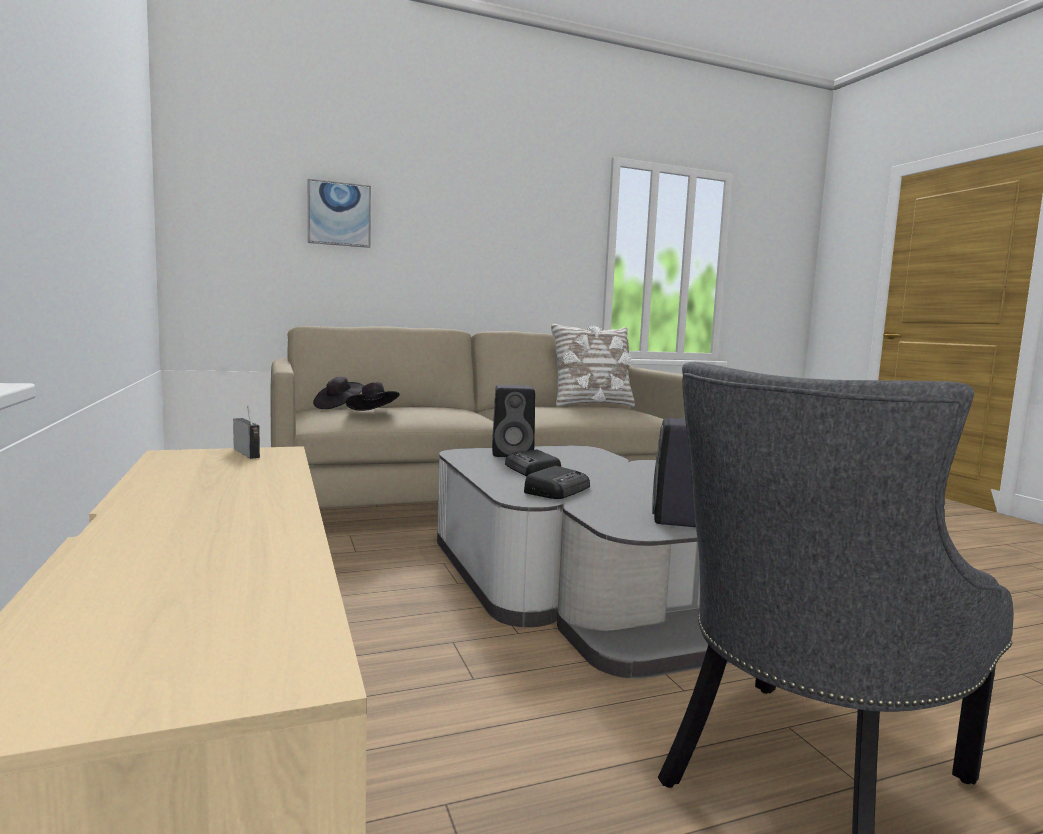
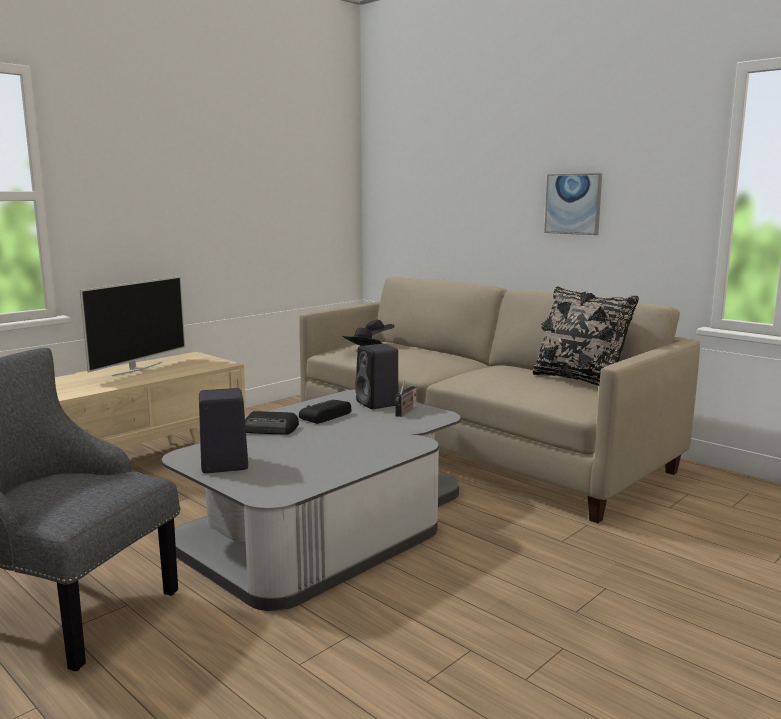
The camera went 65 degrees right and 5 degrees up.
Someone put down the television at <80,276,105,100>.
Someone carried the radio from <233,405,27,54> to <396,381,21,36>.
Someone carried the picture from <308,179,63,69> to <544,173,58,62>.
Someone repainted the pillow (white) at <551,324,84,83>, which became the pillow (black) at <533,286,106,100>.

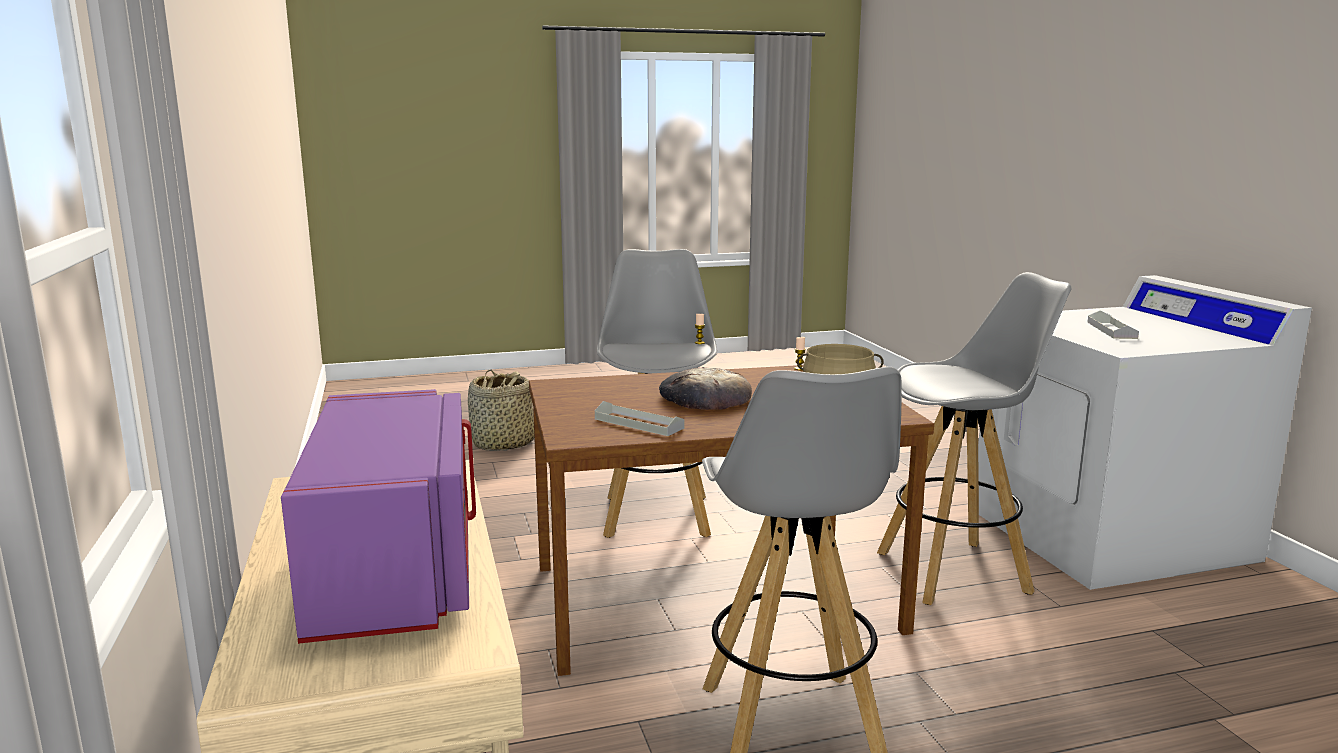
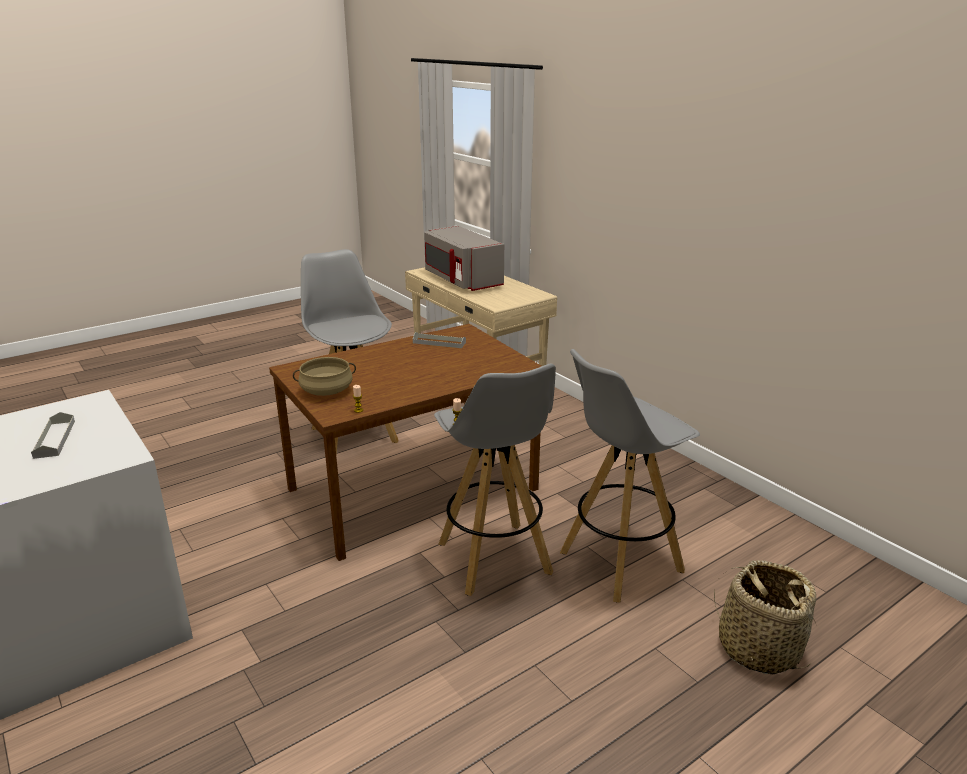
The camera went 160 degrees right and 10 degrees up.
Someone took away the bread at <659,367,93,43>.
Someone carried the stool (grey) from <877,272,195,333> to <560,349,140,254>.
Someone repainted the microwave (purple) at <281,389,195,255>, which became the microwave (grey) at <424,226,80,65>.

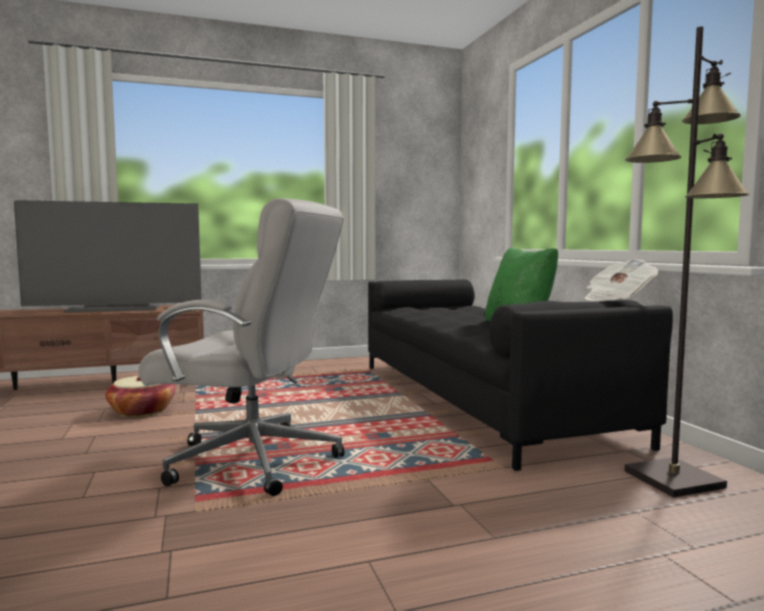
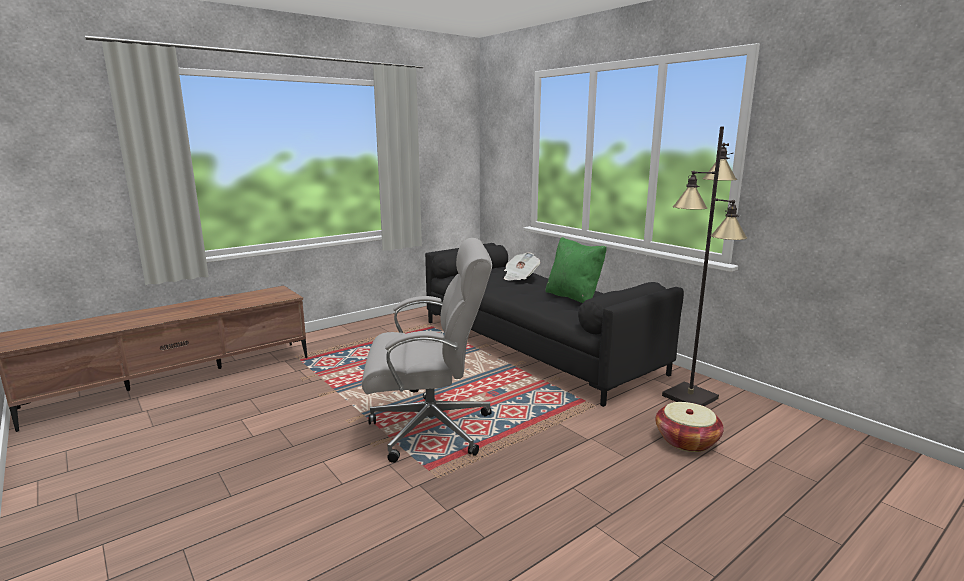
The camera went 20 degrees left and 10 degrees up.
Someone took away the television at <14,200,188,113>.
Someone carried the basket from <106,376,69,41> to <656,402,68,50>.
Someone carried the newspaper from <585,260,73,41> to <504,253,36,27>.

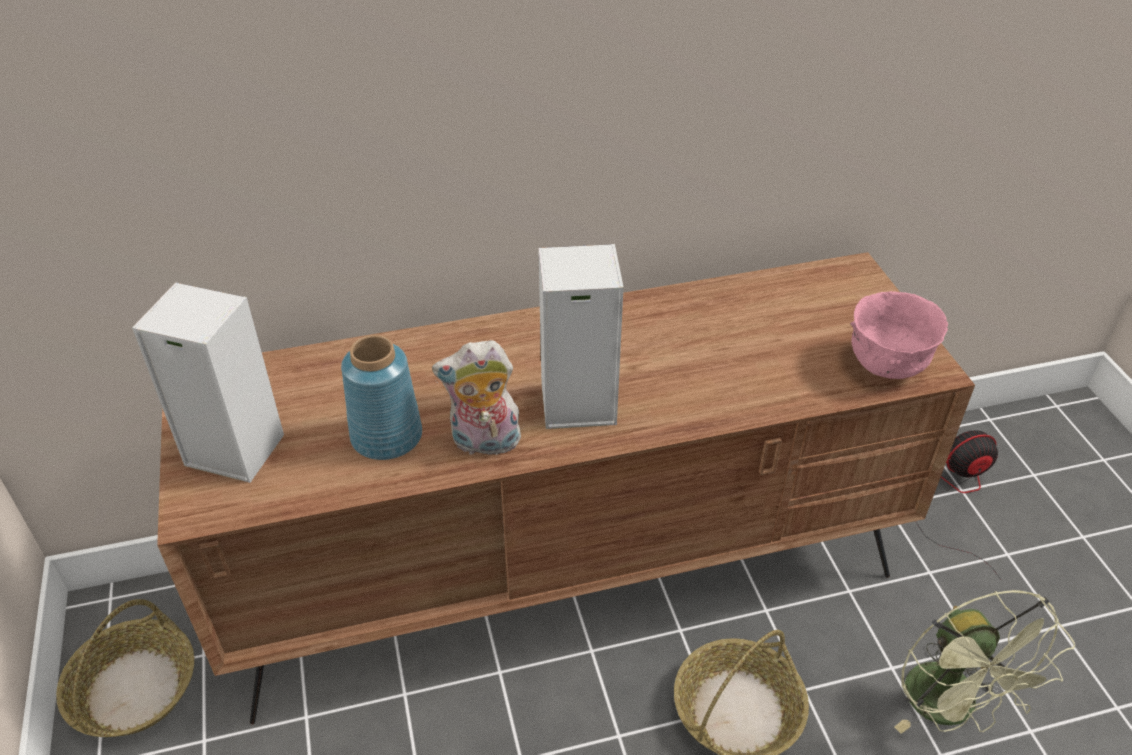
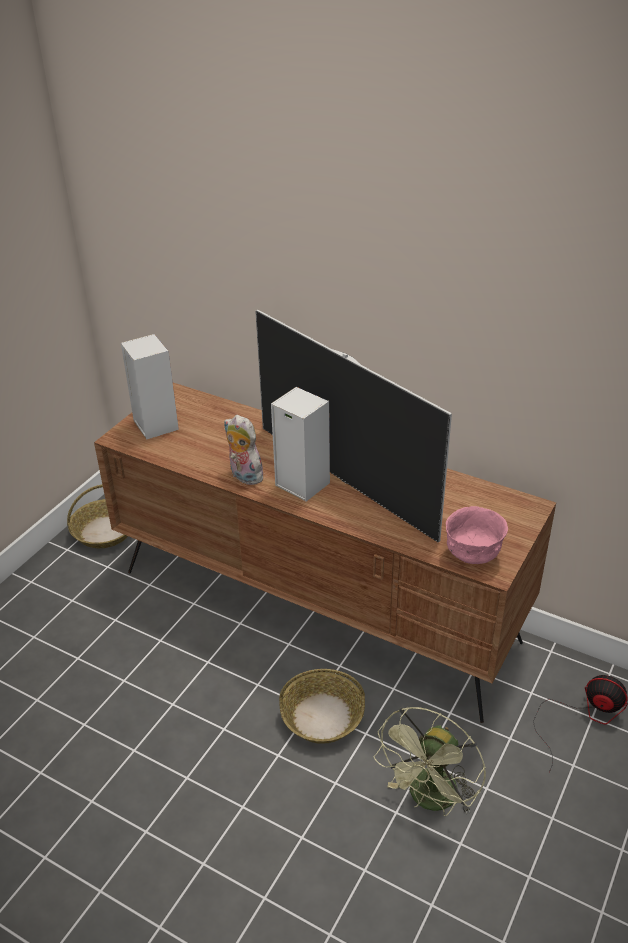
The camera went 45 degrees right and 5 degrees down.
Someone took away the vase (blue) at <341,335,81,125>.
Someone put down the television at <255,310,197,233>.

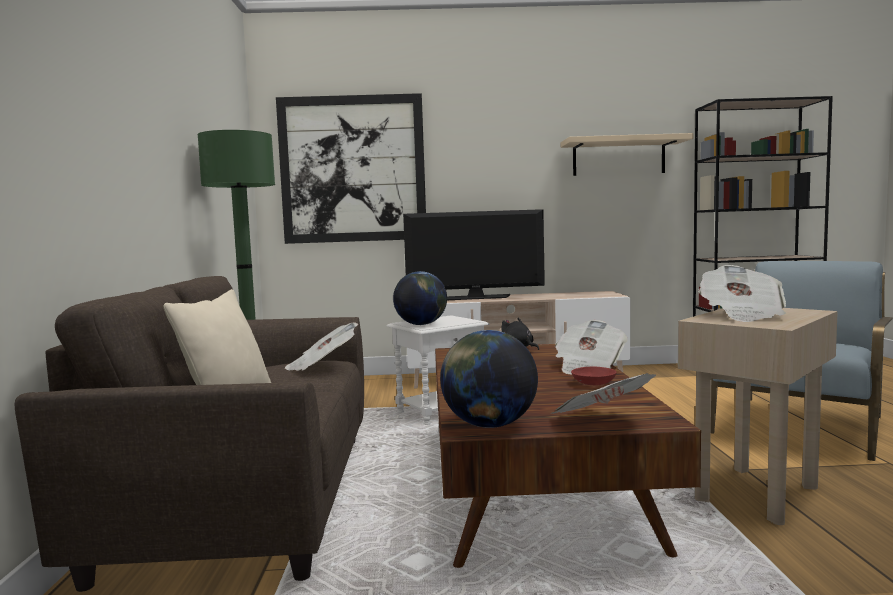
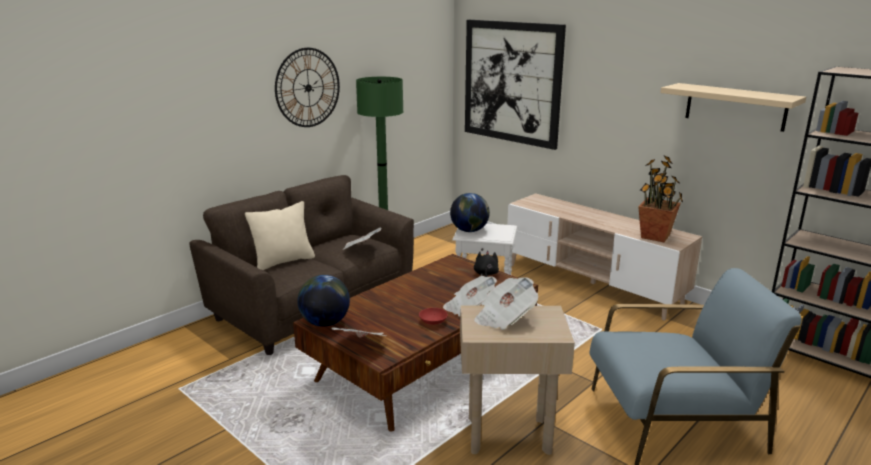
The camera went 45 degrees right and 15 degrees up.
Someone took away the television at <403,209,142,91>.
Someone put up the wall clock at <275,48,65,79>.
Someone put down the potted plant at <638,156,45,86>.

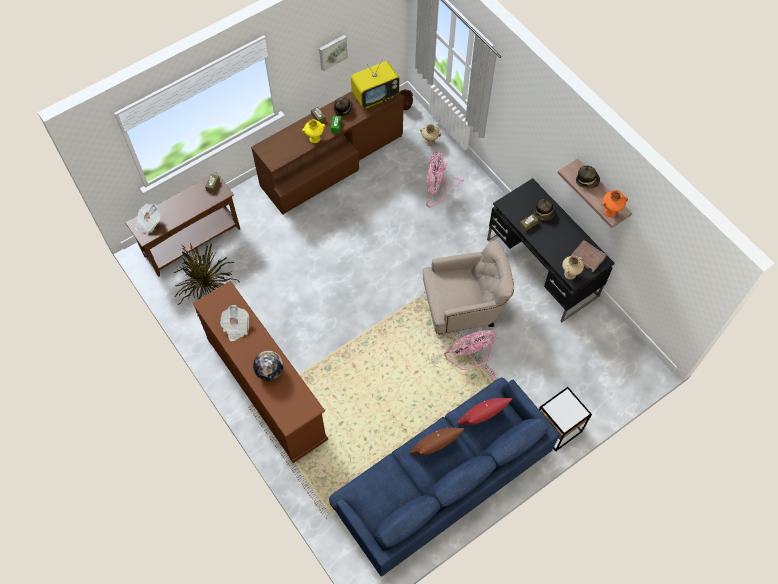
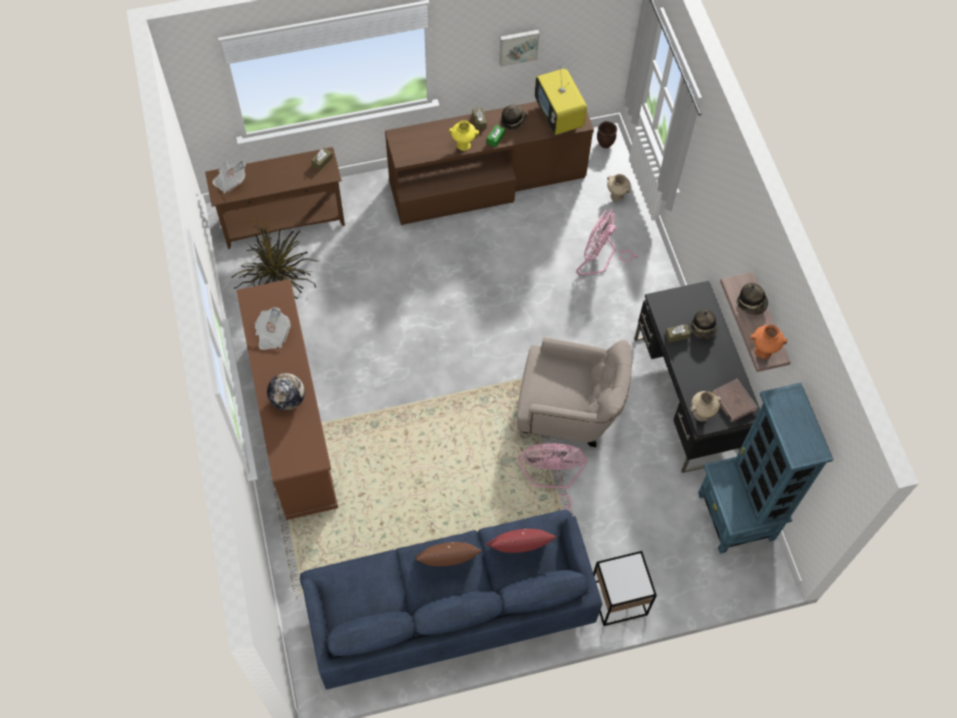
The camera went 20 degrees right and 0 degrees up.
Someone put down the cabinet (blue) at <698,383,136,171>.
Someone rotated the television at <351,59,49,49> by 75 degrees clockwise.

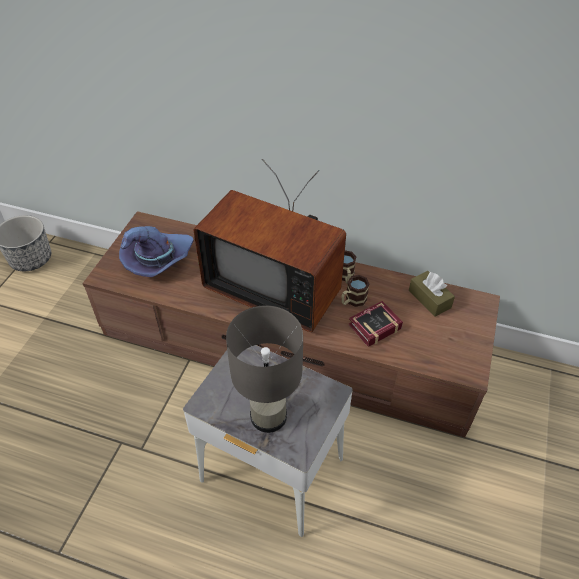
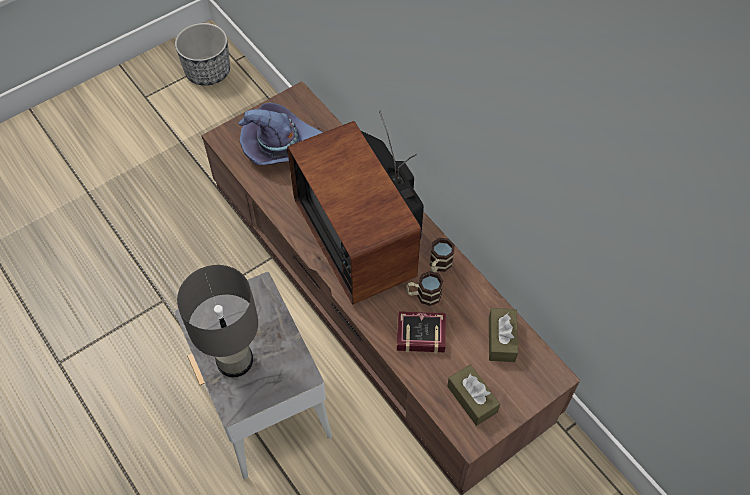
The camera went 35 degrees right and 10 degrees up.
Someone put down the tissue box (brown) at <447,365,53,61>.

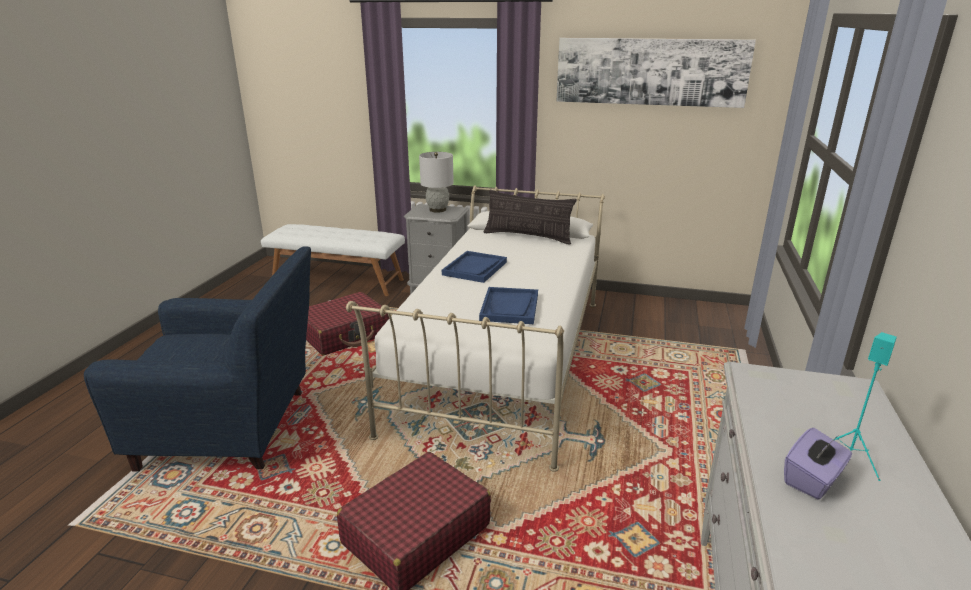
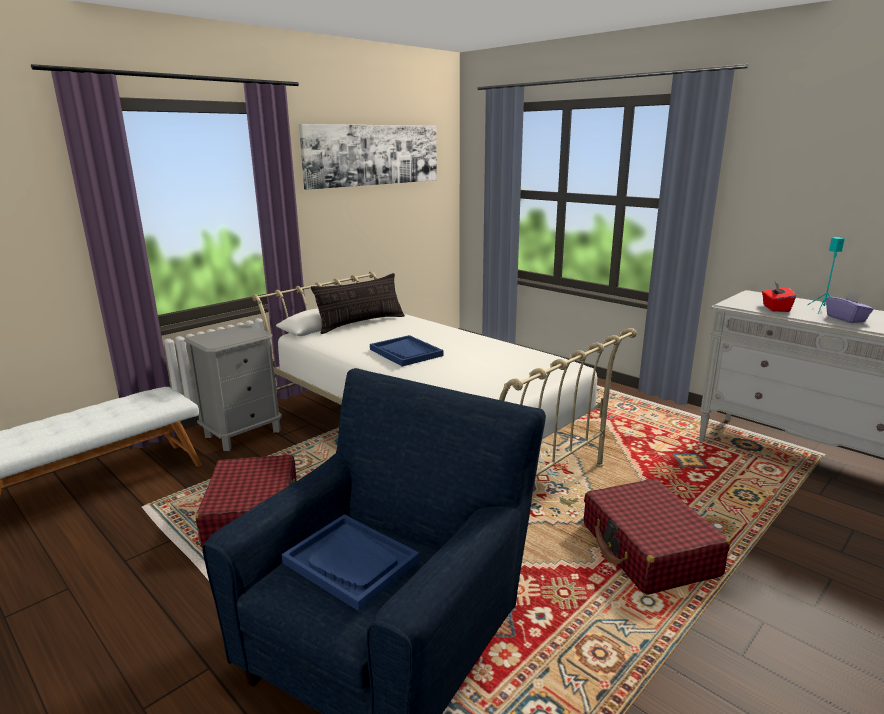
The camera went 60 degrees left and 5 degrees down.
Someone took away the table lamp (white) at <419,152,35,61>.
Someone put down the tissue box (red) at <762,282,34,30>.
Someone carried the tray (blue) from <479,287,59,37> to <281,515,139,96>.

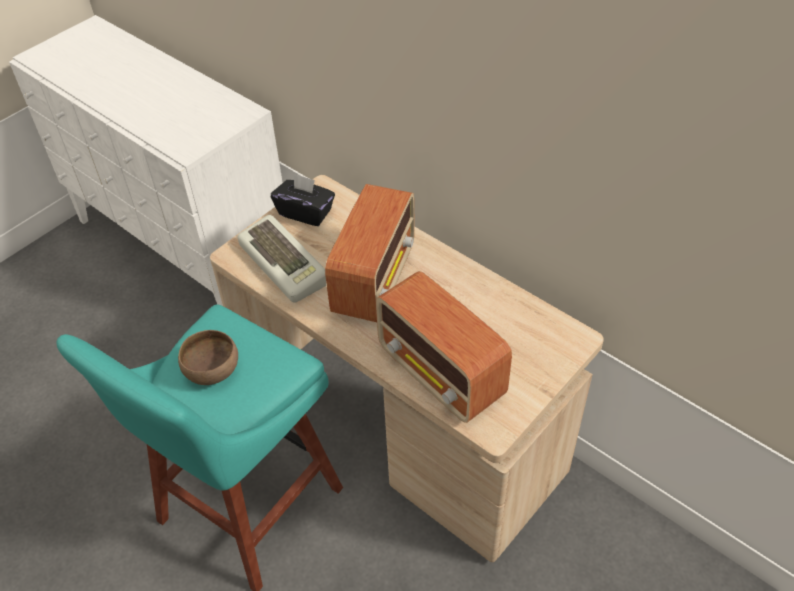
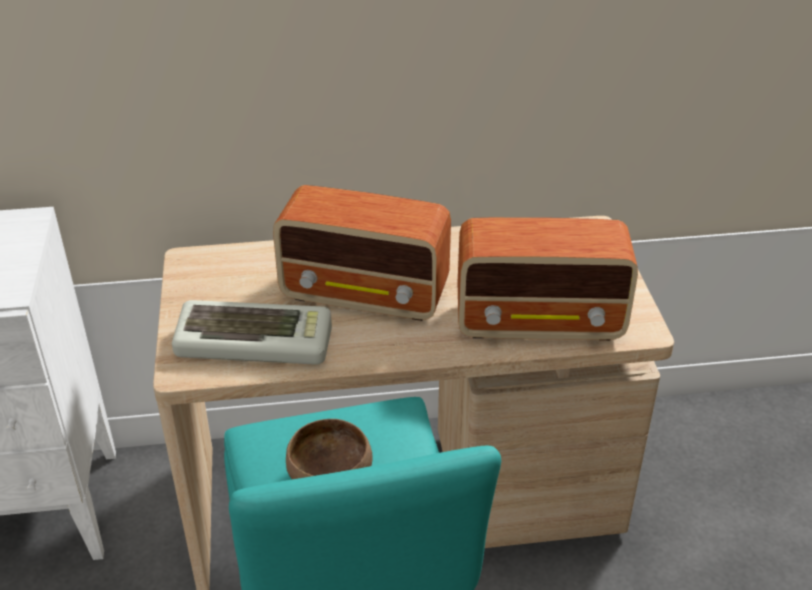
The camera went 50 degrees left and 10 degrees down.
Someone took away the tissue box (black) at <271,173,64,53>.
Someone rotated the radio at <325,184,90,138> by 135 degrees clockwise.

